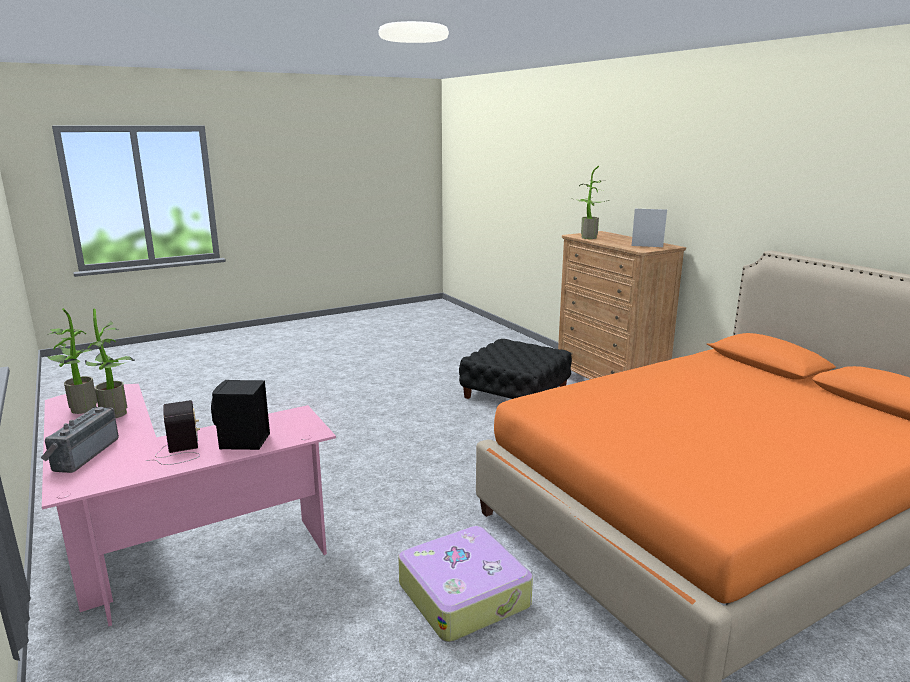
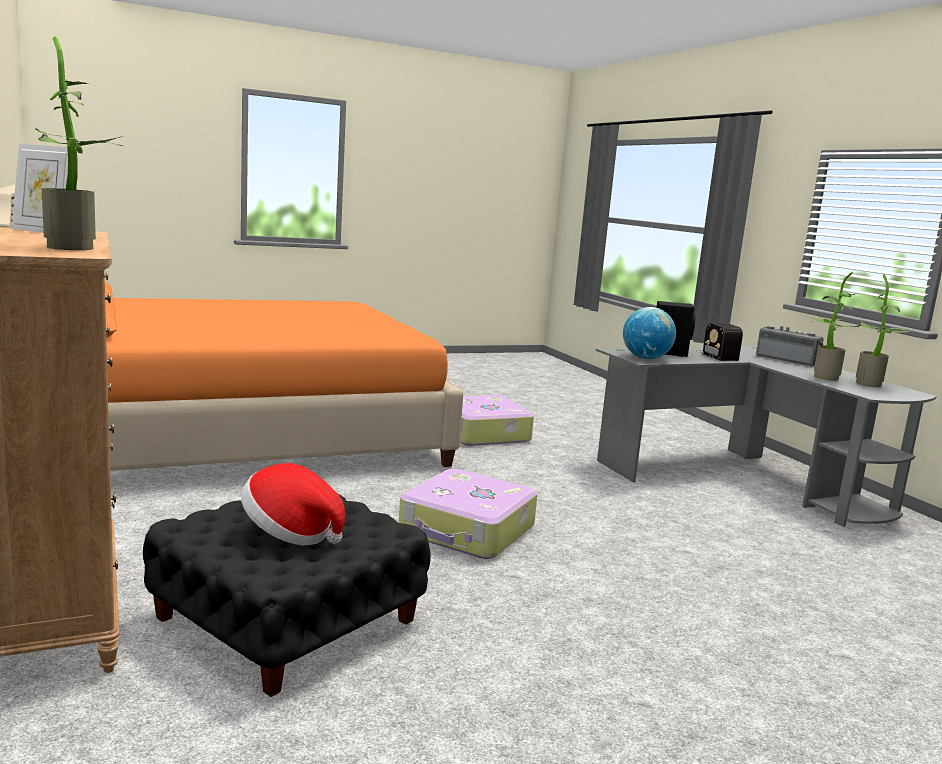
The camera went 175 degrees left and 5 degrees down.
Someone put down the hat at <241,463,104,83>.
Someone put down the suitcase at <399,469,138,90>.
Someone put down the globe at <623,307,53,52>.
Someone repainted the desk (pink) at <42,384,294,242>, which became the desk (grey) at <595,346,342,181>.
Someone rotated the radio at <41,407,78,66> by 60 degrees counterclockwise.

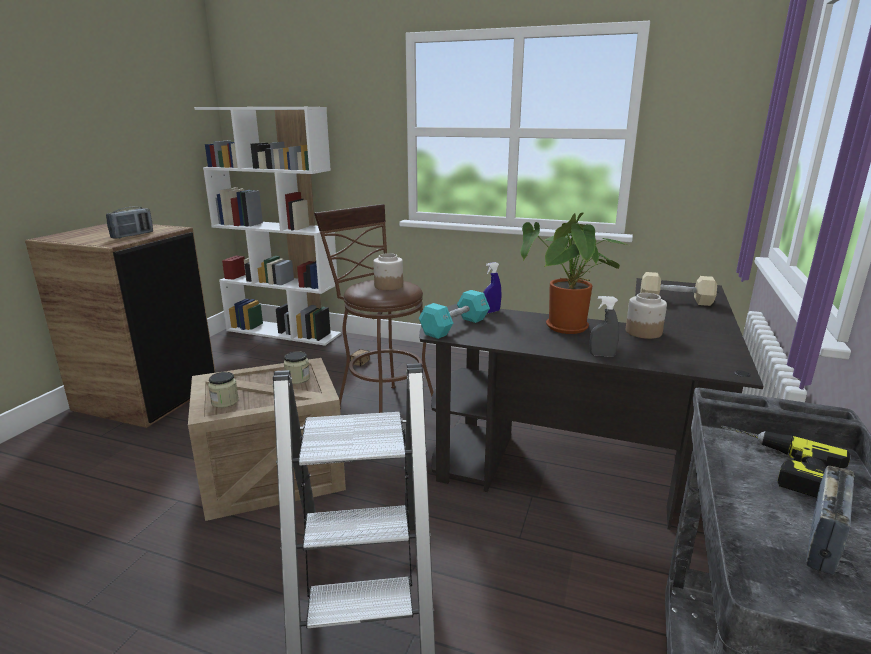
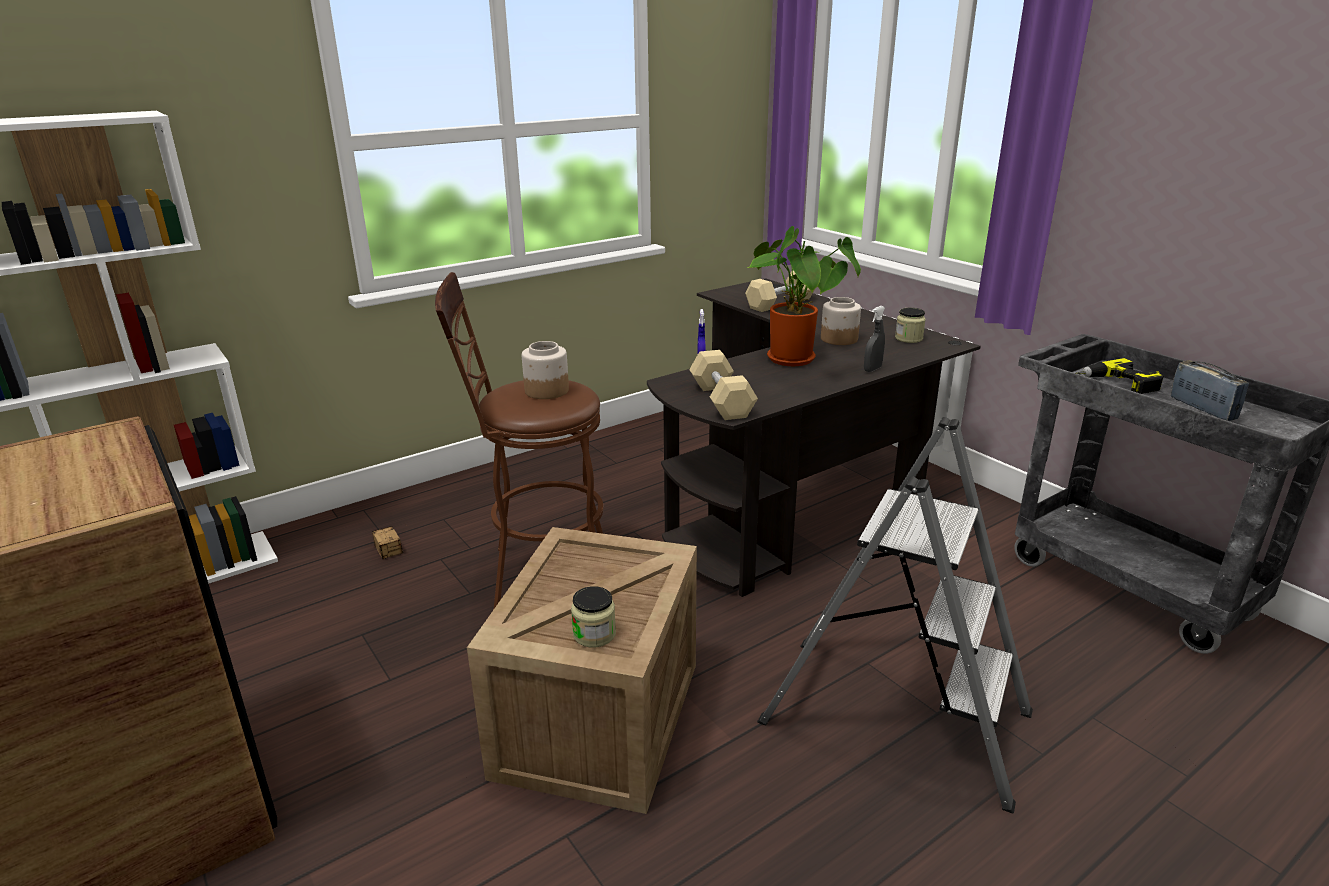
The camera went 55 degrees left and 5 degrees up.
Someone took away the radio at <106,207,47,31>.
Someone carried the jar from <284,351,26,33> to <895,308,31,35>.
Someone repainted the dumbbell (turquoise) at <419,290,71,49>, which became the dumbbell (beige) at <689,350,69,70>.

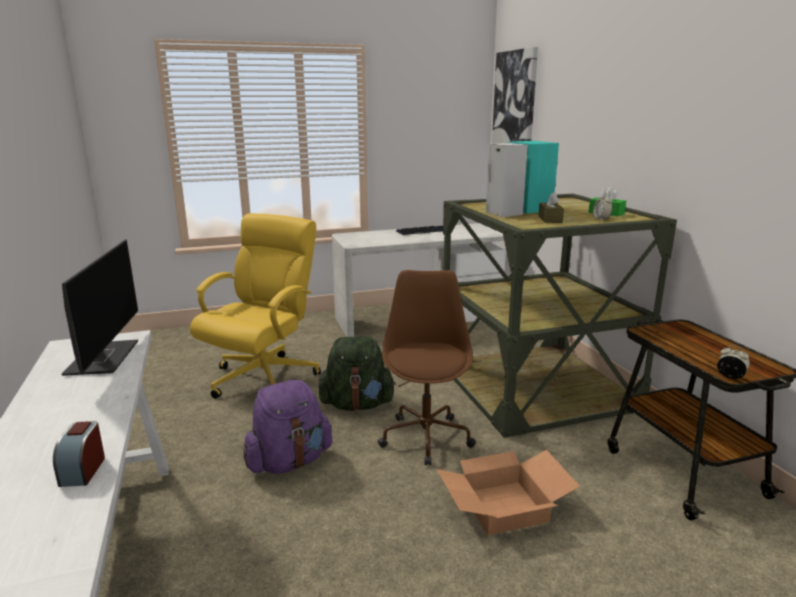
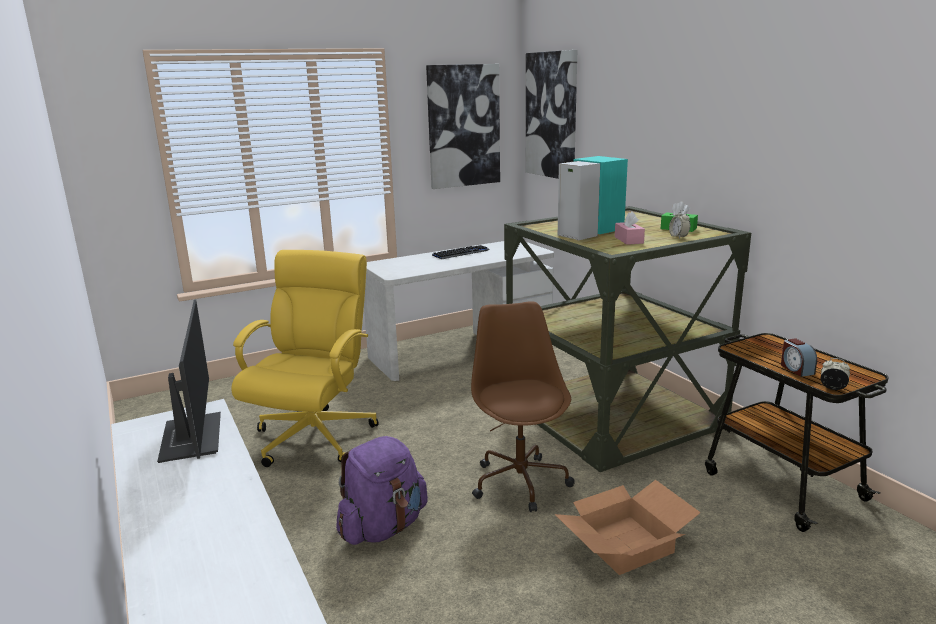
The camera went 10 degrees left and 0 degrees up.
Someone took away the backpack (green) at <318,337,78,74>.
Someone put up the picture at <426,64,74,125>.
Someone carried the alarm clock from <53,421,52,66> to <781,338,36,39>.
Someone repainted the tissue box (brown) at <539,192,25,31>, which became the tissue box (pink) at <615,212,30,33>.

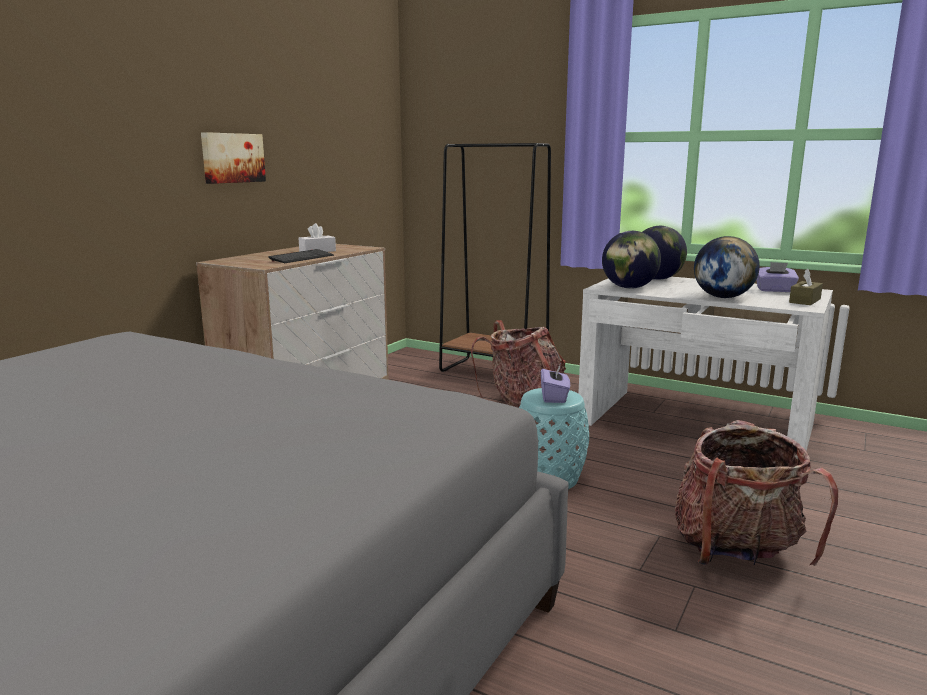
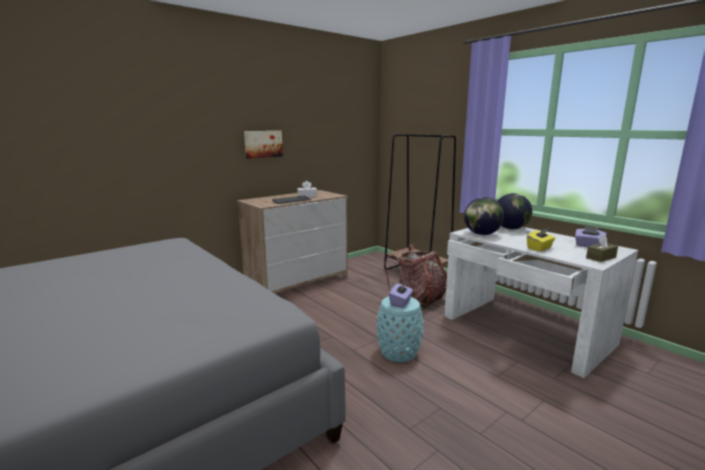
The camera went 20 degrees right and 0 degrees up.
Someone took away the backpack at <675,420,163,146>.
Someone swapped the globe at <694,236,66,62> for the tissue box (yellow) at <527,228,28,23>.

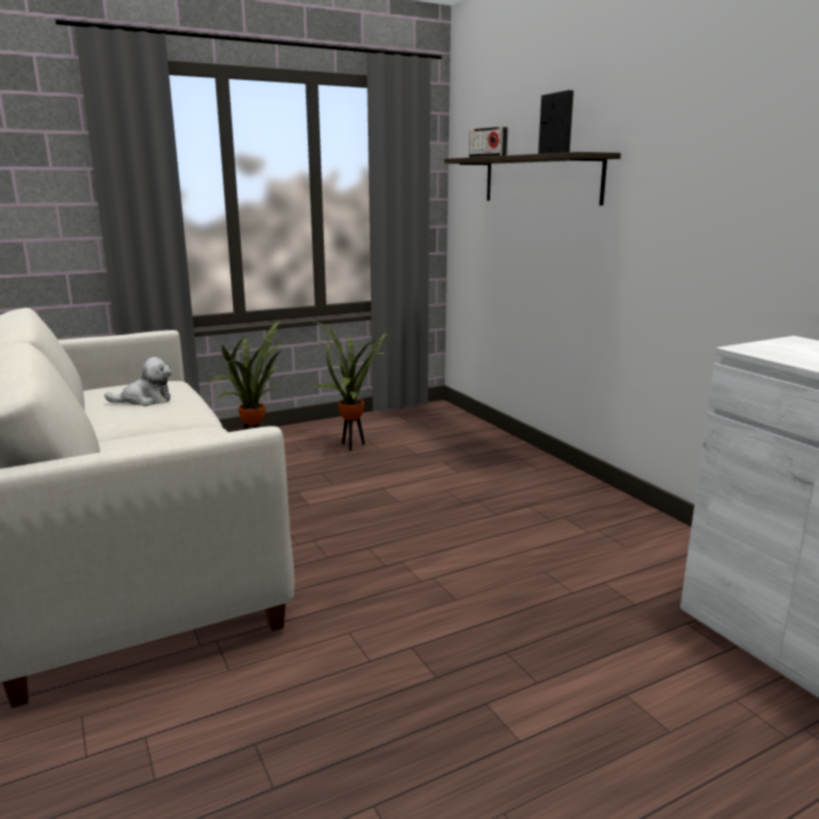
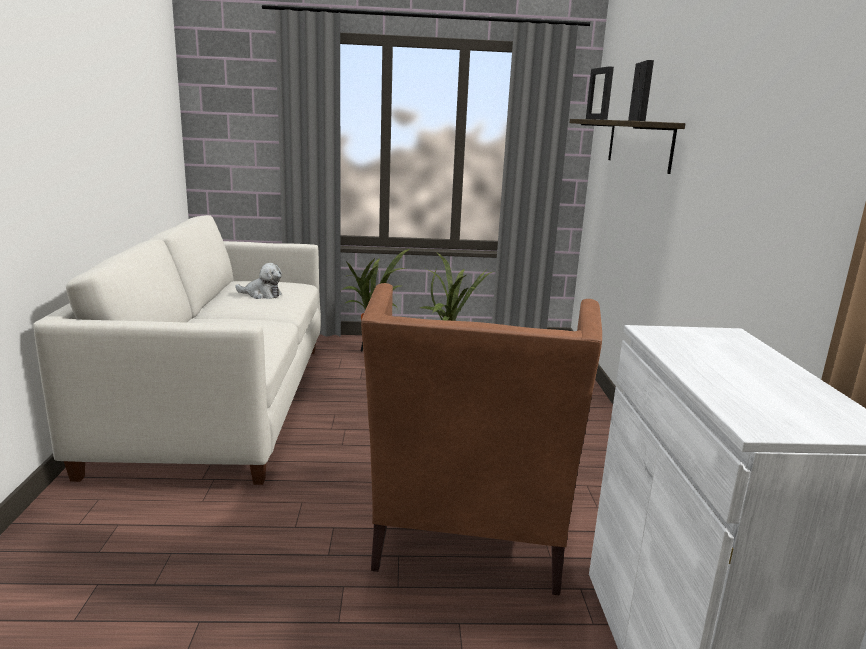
The camera went 25 degrees right and 0 degrees up.
Someone put down the armchair (brown) at <361,283,241,312>.
Someone swapped the radio at <469,127,39,30> for the picture frame at <586,66,28,54>.

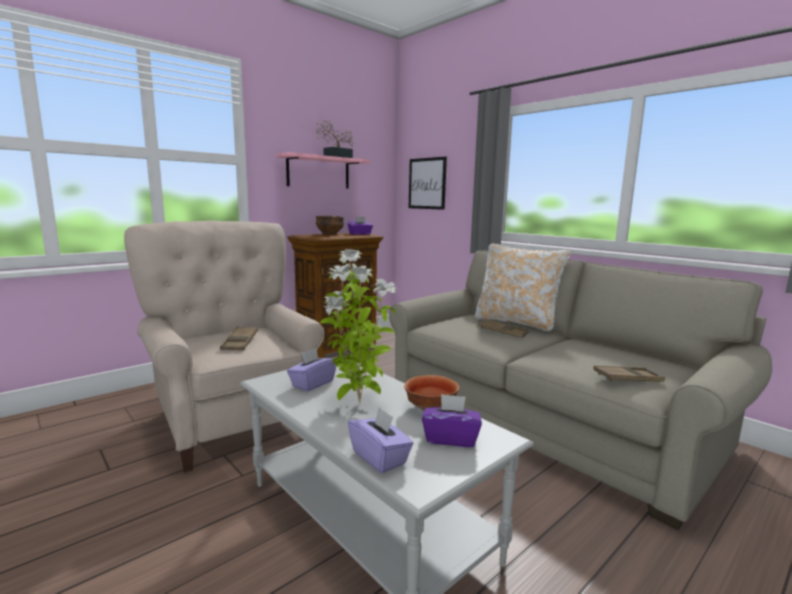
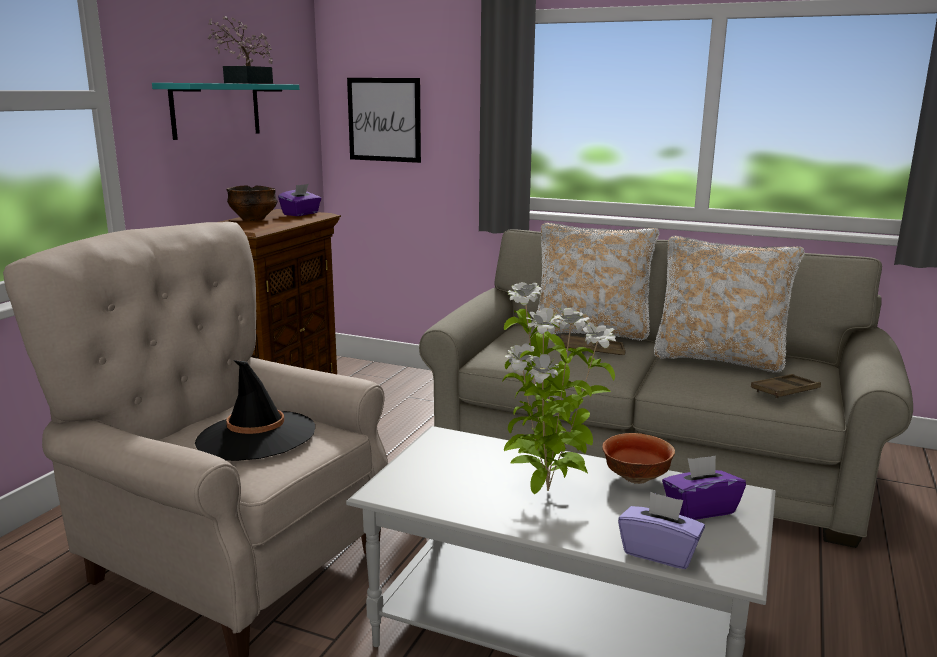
The camera went 25 degrees left and 5 degrees up.
Someone took away the tissue box (purple) at <287,348,49,44>.
Someone put down the pillow (white) at <654,236,151,137>.
Someone swapped the tray (brown) at <220,326,38,24> for the hat (black) at <195,360,120,101>.
Someone repainted the shelf (pink) at <276,152,94,36>, which became the shelf (turquoise) at <152,83,147,57>.

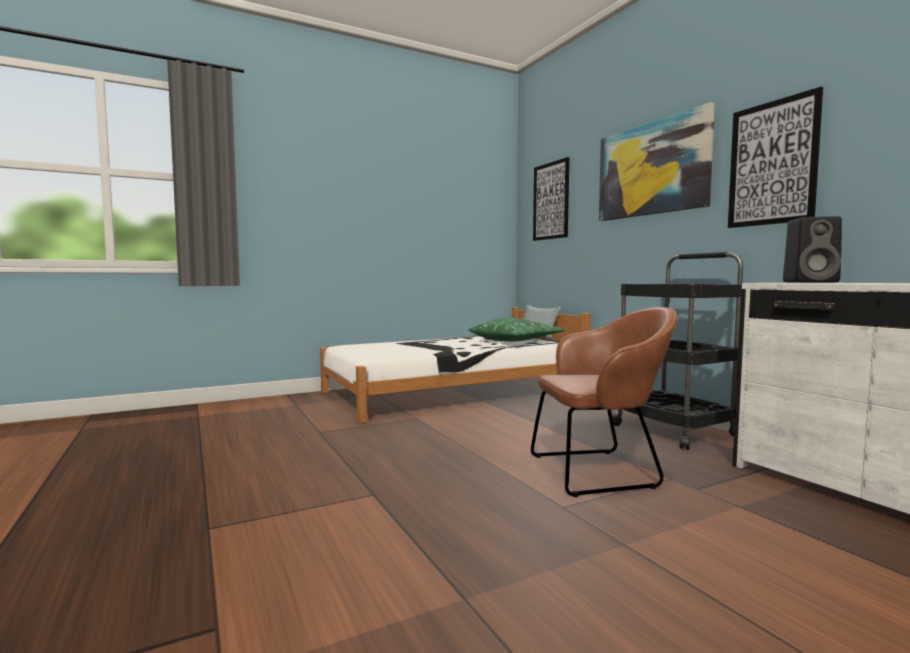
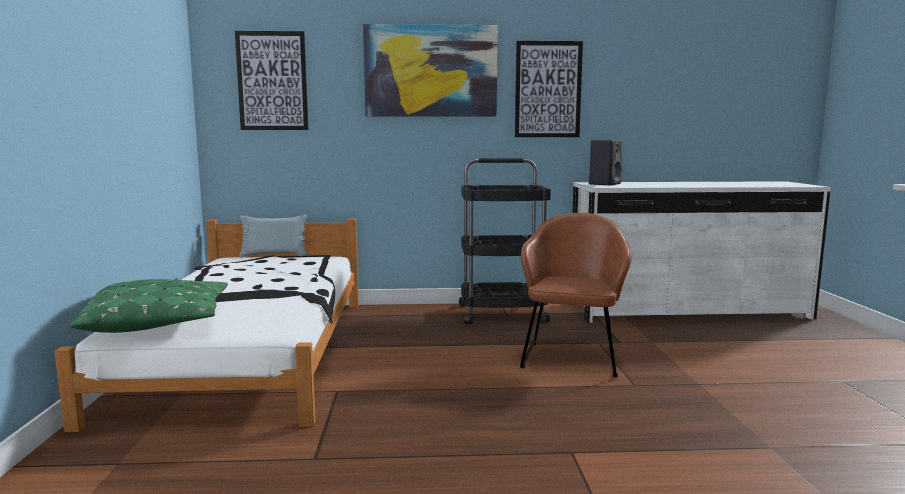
The camera went 65 degrees left and 5 degrees up.
Someone carried the pillow (green) from <468,318,97,23> to <69,279,159,54>.

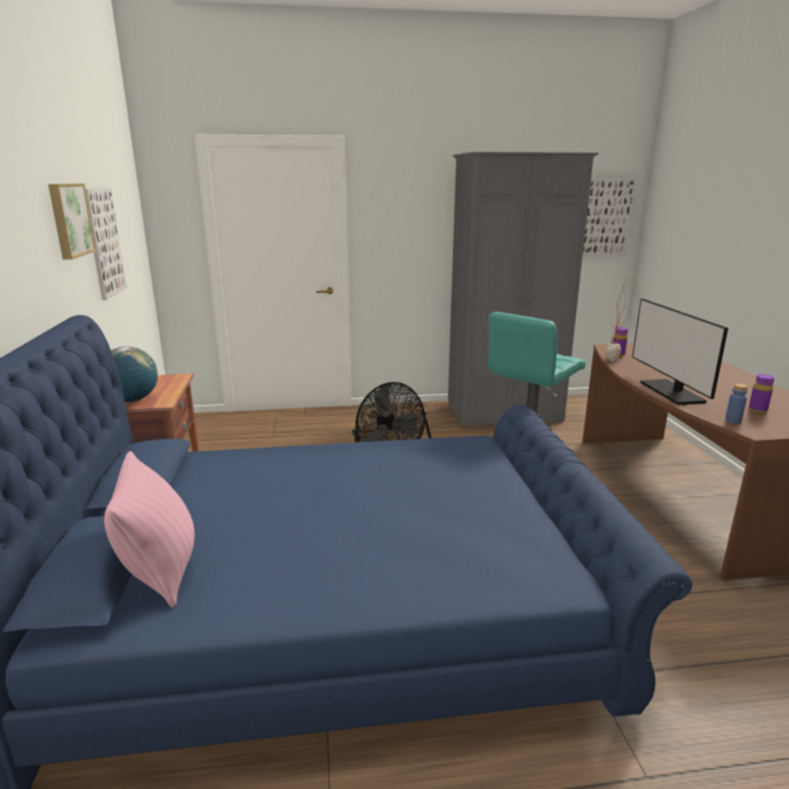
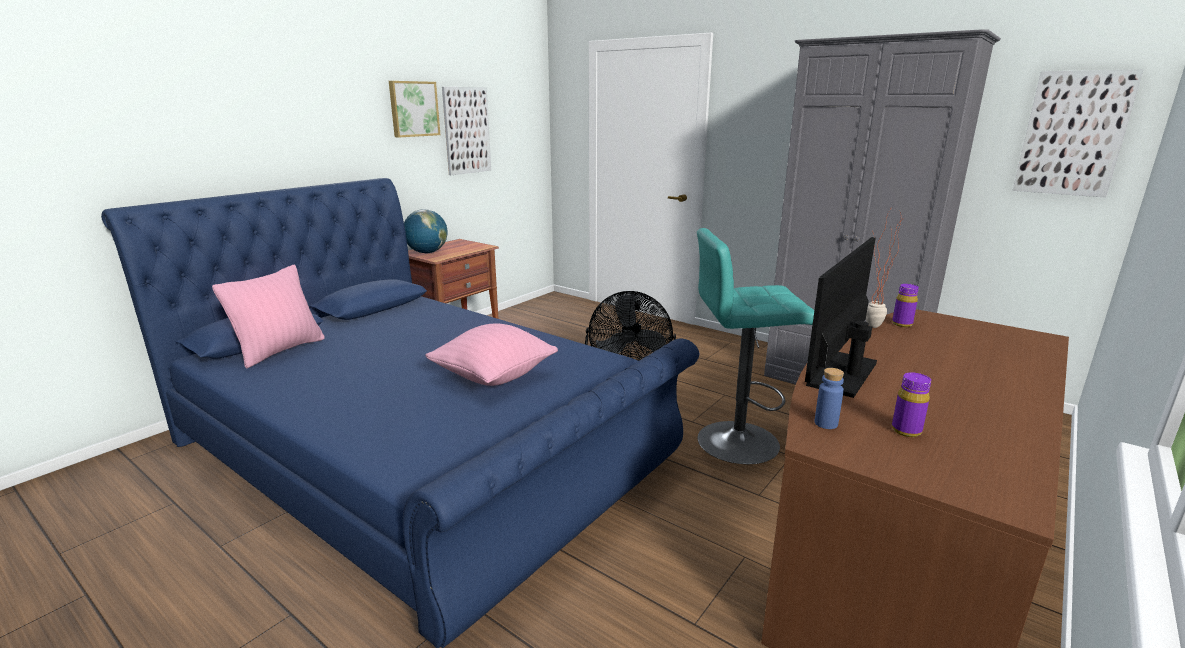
The camera went 45 degrees right and 0 degrees up.
Someone put down the pillow (pink) at <425,323,133,63>.

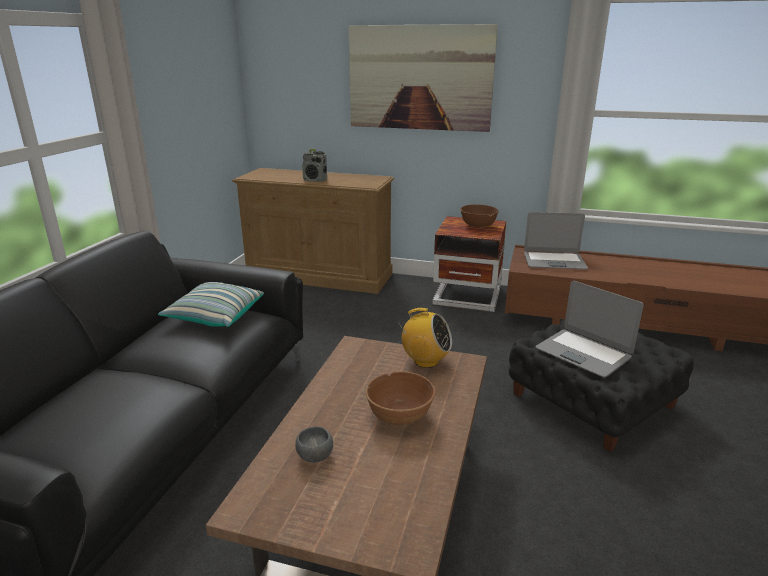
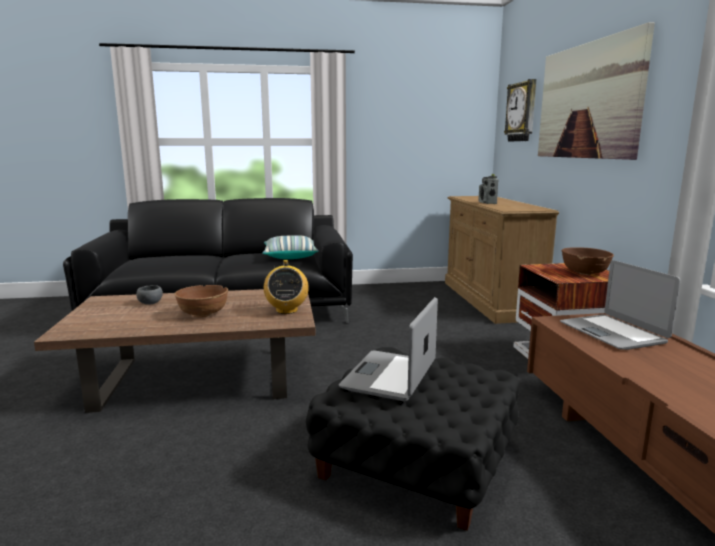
The camera went 65 degrees right and 10 degrees down.
Someone put up the wall clock at <504,79,32,63>.

